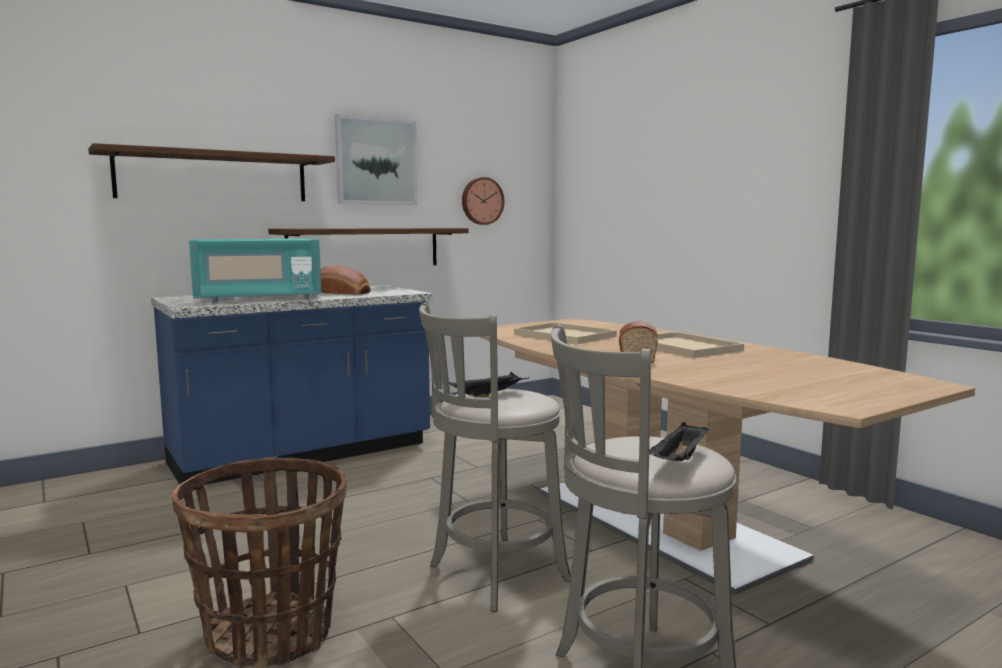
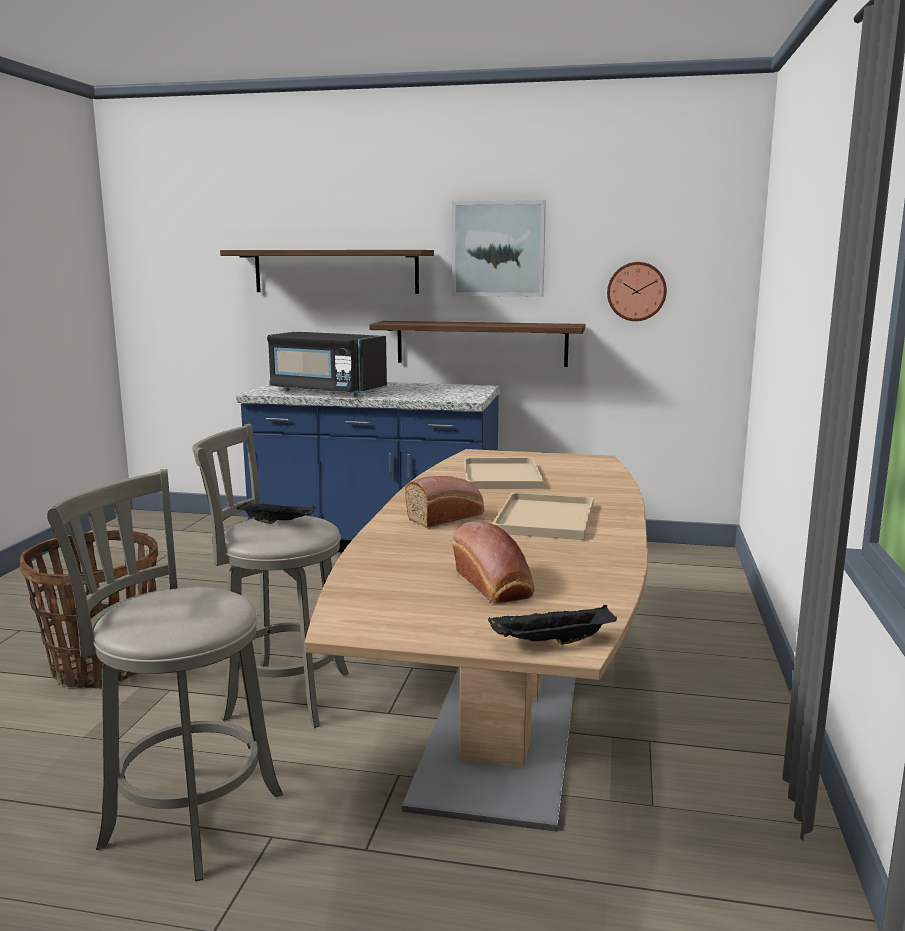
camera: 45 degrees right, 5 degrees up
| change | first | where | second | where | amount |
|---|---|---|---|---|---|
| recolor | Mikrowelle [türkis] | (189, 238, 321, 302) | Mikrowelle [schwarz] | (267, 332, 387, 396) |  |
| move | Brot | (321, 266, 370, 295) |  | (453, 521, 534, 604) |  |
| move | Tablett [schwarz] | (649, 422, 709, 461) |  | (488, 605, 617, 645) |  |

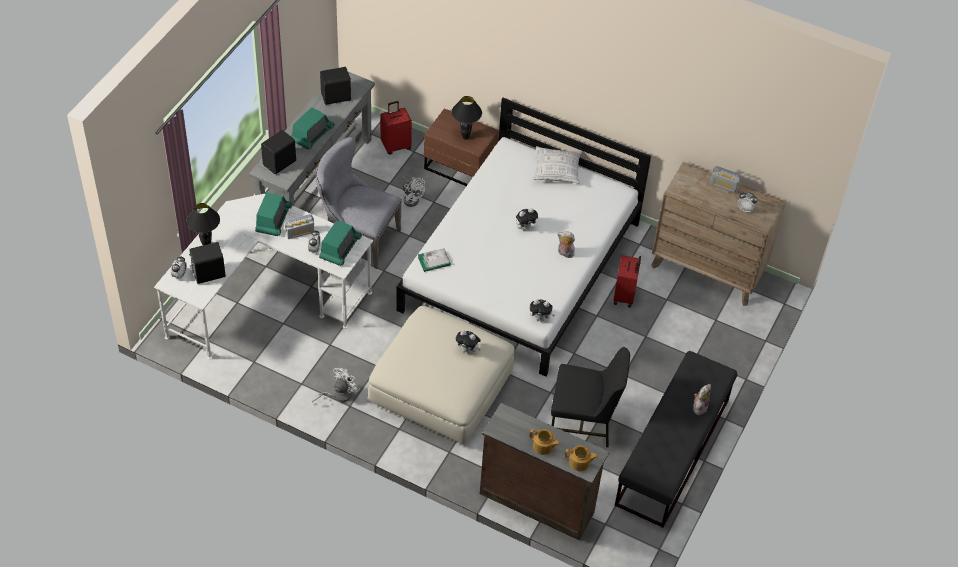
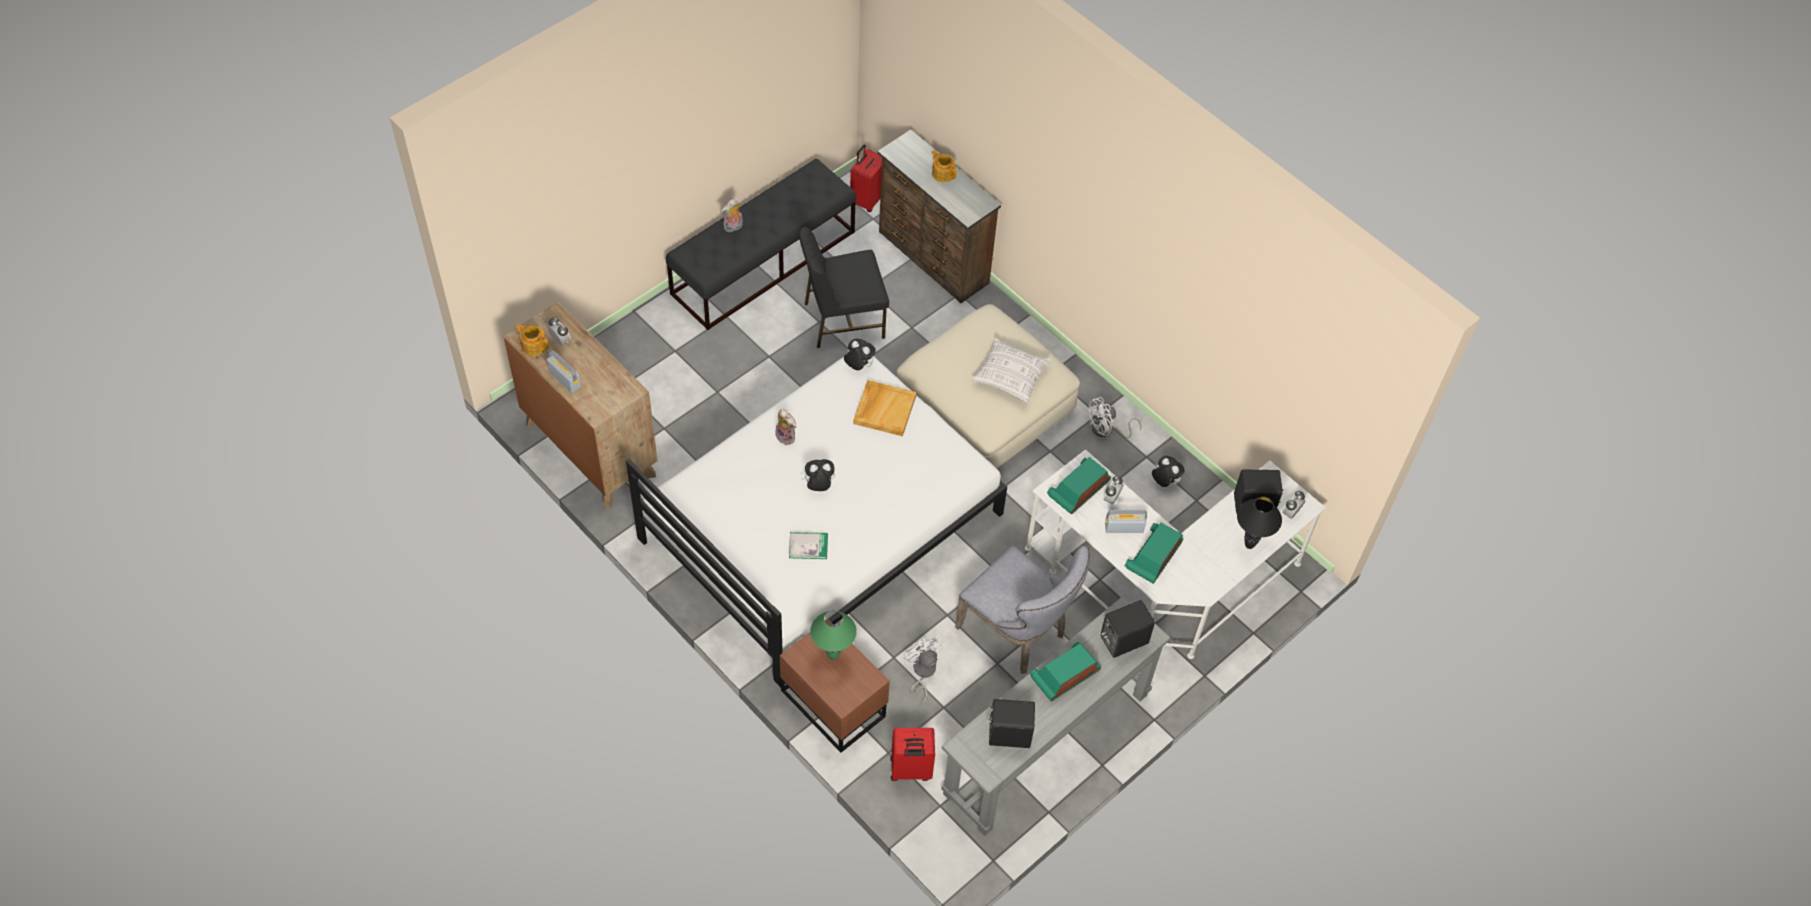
camera: 160 degrees left, 5 degrees up
| change | first | where | second | where | amount |
|---|---|---|---|---|---|
| move | Teekanne | (565, 446, 598, 471) |  | (515, 324, 549, 356) |  |
| move | Buch | (418, 248, 451, 272) |  | (789, 532, 828, 559) |  |
| rotate | Stuhl [schwarz] | (551, 347, 630, 447) |  | (799, 227, 889, 348) | 45 degrees counterclockwise |
| recolor | Tischlampe [schwarz] | (452, 96, 482, 140) | Tischlampe [grün] | (810, 610, 857, 660) |  |
| move | Koffer [rot] | (613, 255, 641, 308) |  | (850, 145, 882, 212) |  |
| insert |  |  | Tablett [beige] | (853, 380, 917, 436) |  |
| move | Kissen | (533, 146, 581, 184) |  | (972, 338, 1051, 404) |  |
| move | Plüschtier | (456, 330, 481, 353) |  | (1152, 456, 1185, 487) |  |

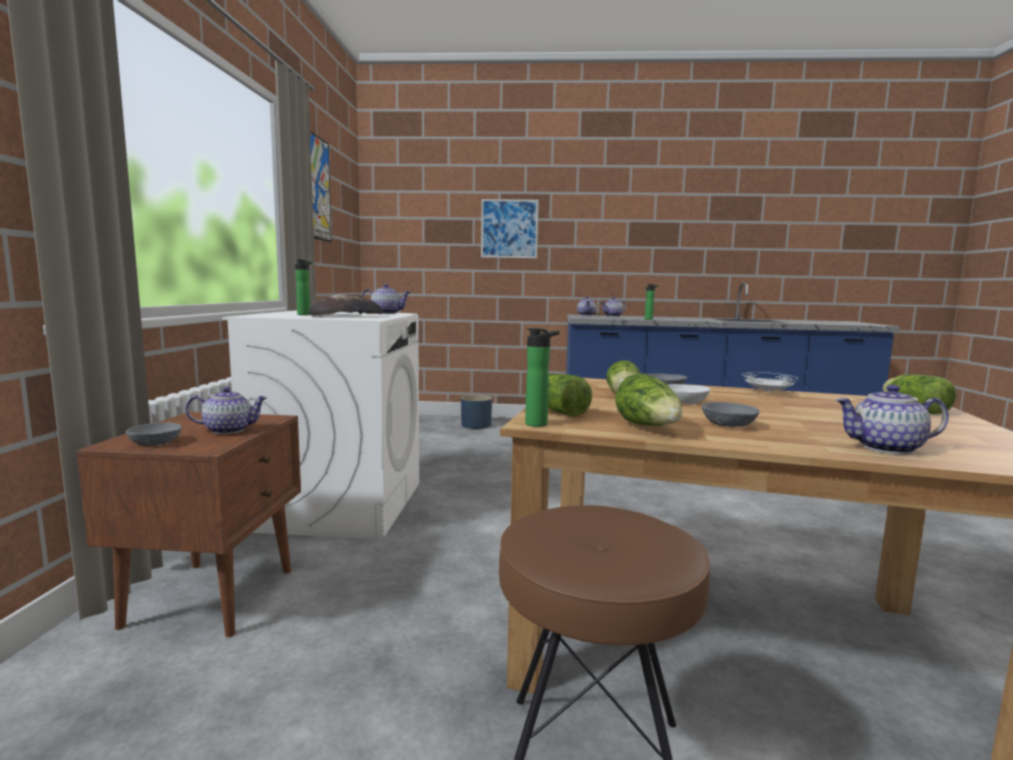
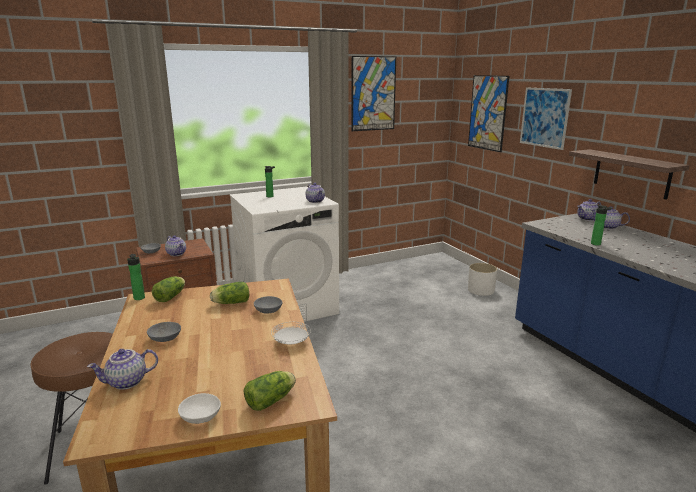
camera: 60 degrees right, 10 degrees up
| change | first | where | second | where | amount |
|---|---|---|---|---|---|
| rotate | Teekanne | (835, 385, 949, 454) |  | (87, 349, 158, 390) | 90 degrees counterclockwise |
| move | Schüssel [weiß] | (668, 384, 711, 404) |  | (178, 393, 221, 424) |  |
| insert |  |  | Bild | (468, 75, 509, 152) |  |
| recolor | Pflanzkübel [blau] | (461, 395, 492, 429) | Pflanzkübel [weiß] | (468, 263, 497, 296) |  |
| insert |  |  | Wandregal | (569, 149, 690, 200) |  |
| delete | Brot | (309, 294, 383, 316) |  |  |  |
| delete | Salatkopf | (615, 373, 682, 426) |  |  |  |

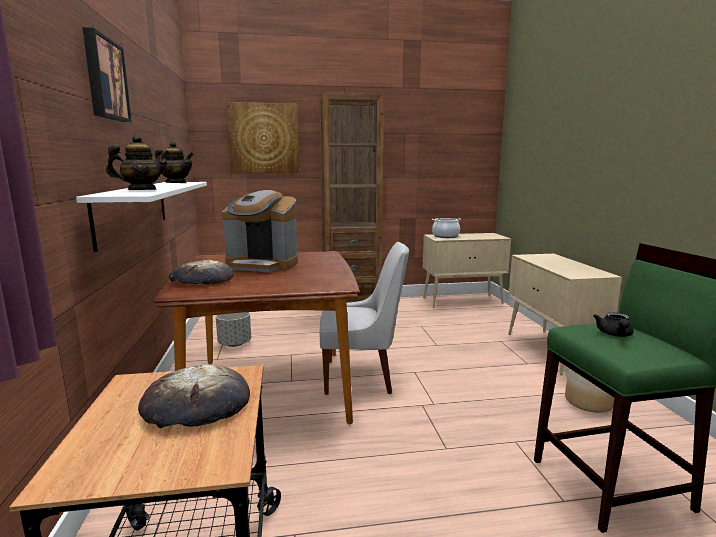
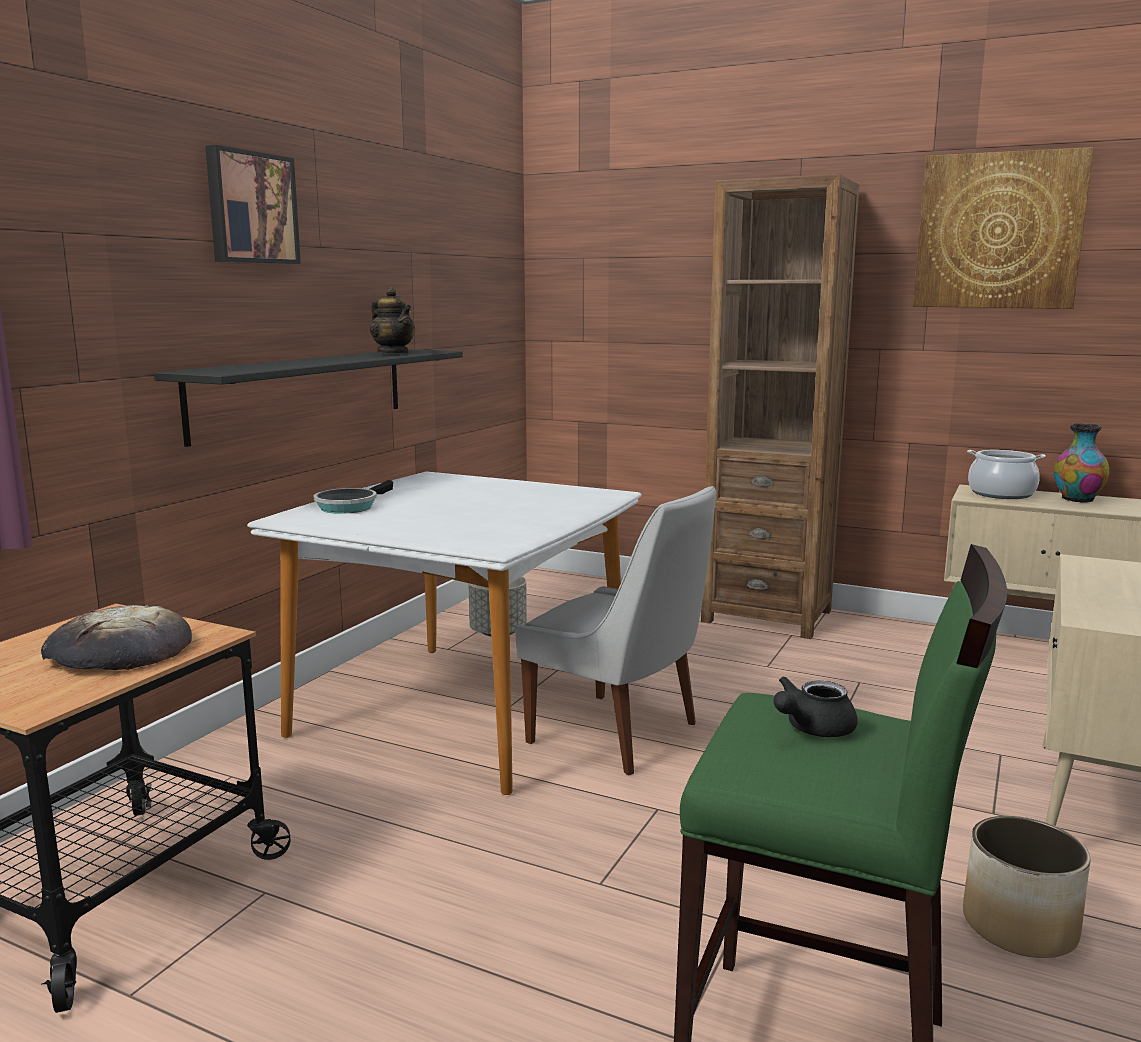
camera: 35 degrees right, 0 degrees up
| change | first | where | second | where | amount |
|---|---|---|---|---|---|
| recolor | Wandregal [weiß] | (76, 182, 207, 252) | Wandregal [schwarz] | (154, 349, 463, 447) |  |
| recolor | Esstisch [braun] | (153, 251, 360, 424) | Esstisch [weiß] | (247, 472, 642, 795) |  |
| replace | Brot | (169, 260, 234, 285) | Pfanne | (314, 480, 393, 514) |  |
| move | Bild | (227, 102, 299, 173) |  | (913, 147, 1094, 309) |  |
| insert |  |  | Vase | (1054, 423, 1110, 503) |  |
| delete | Teekanne | (106, 135, 170, 190) |  |  |  |
| delete | Kaffeemaschine | (222, 190, 298, 272) |  |  |  |

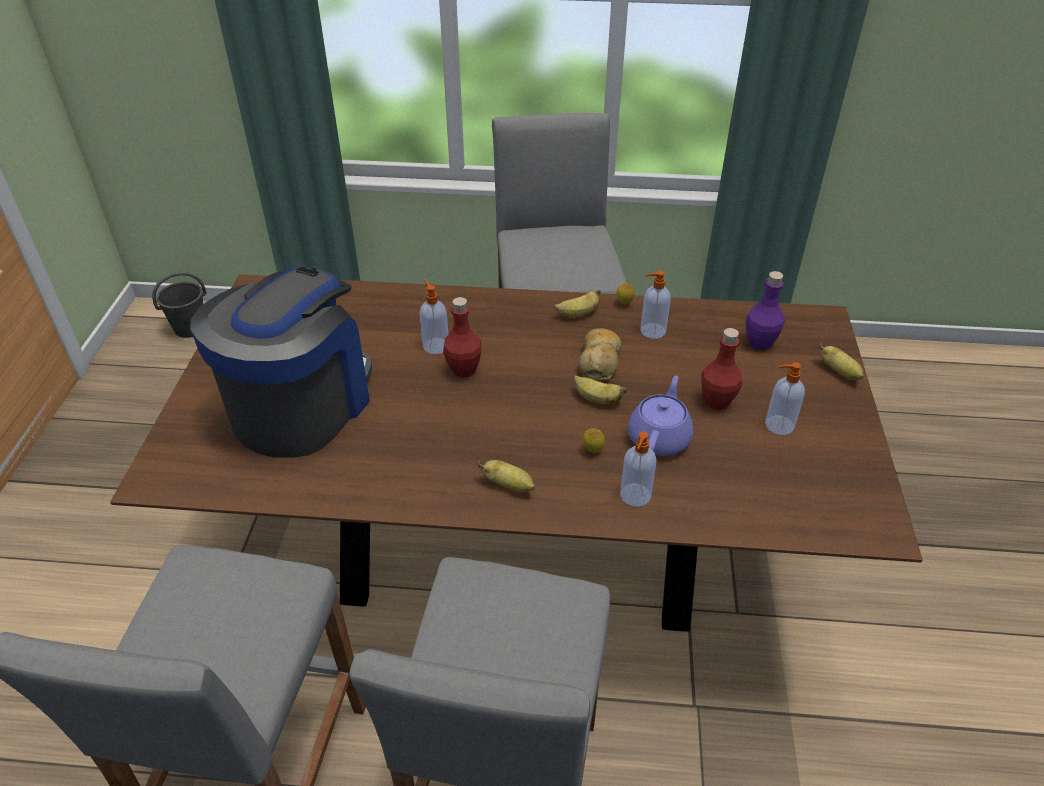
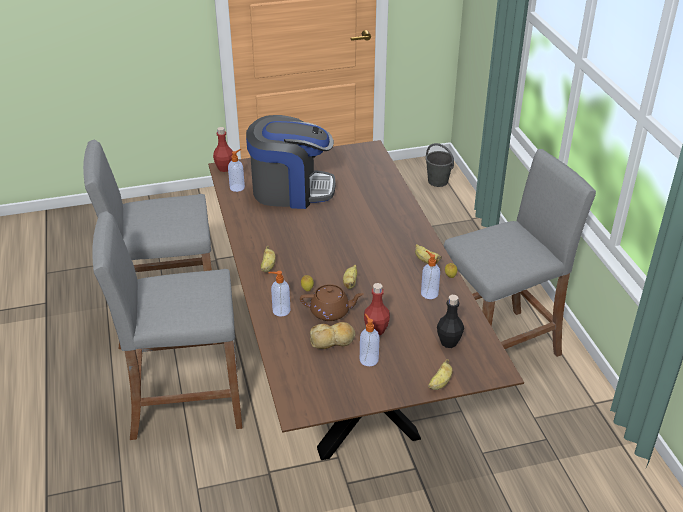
camera: 70 degrees right, 5 degrees down
| change | first | where | second | where | amount |
|---|---|---|---|---|---|
| move | Flasche [rot] | (443, 297, 482, 378) |  | (213, 127, 233, 172) |  |
| move | Seifenspender | (420, 279, 448, 354) |  | (228, 149, 245, 192) |  |
| recolor | Teekanne [lila] | (628, 376, 693, 456) | Teekanne [braun] | (300, 284, 364, 321) |  |
| move | Brot | (578, 328, 622, 381) |  | (310, 322, 355, 349) |  |
| recolor | Flasche [lila] | (746, 271, 785, 350) | Flasche [schwarz] | (437, 295, 464, 348) |  |

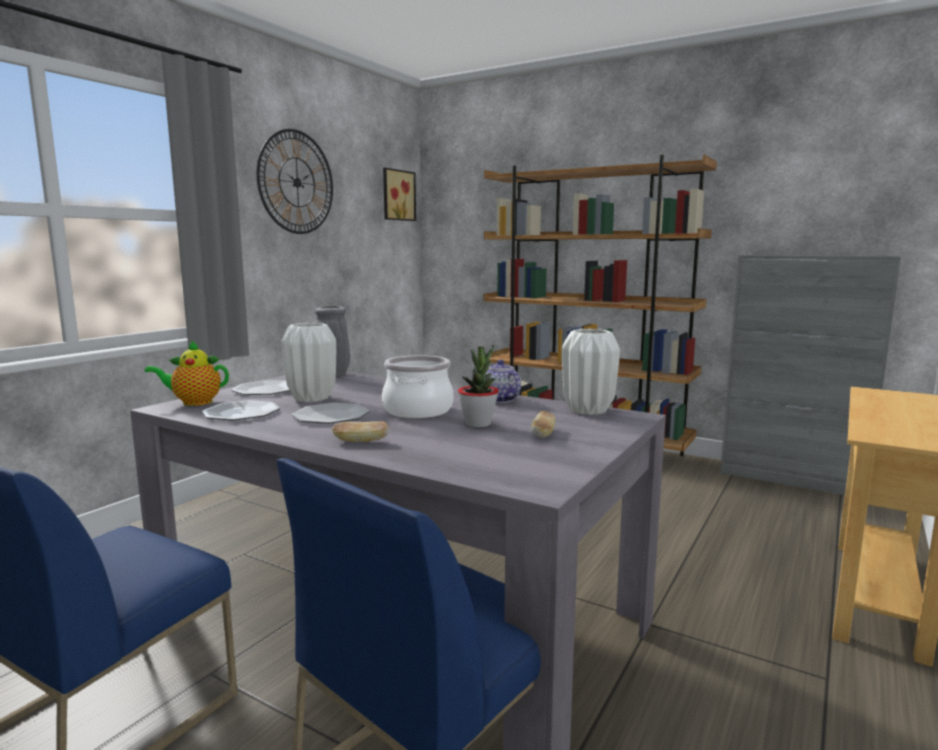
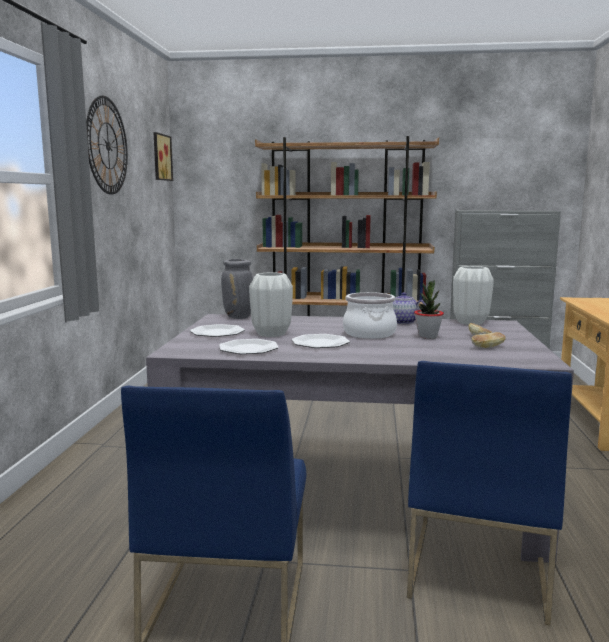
camera: 25 degrees left, 0 degrees up
| change | first | where | second | where | amount |
|---|---|---|---|---|---|
| move | Brot | (332, 421, 390, 442) |  | (471, 332, 506, 348) |  |
| delete | Teekanne | (145, 340, 229, 406) |  |  |  |

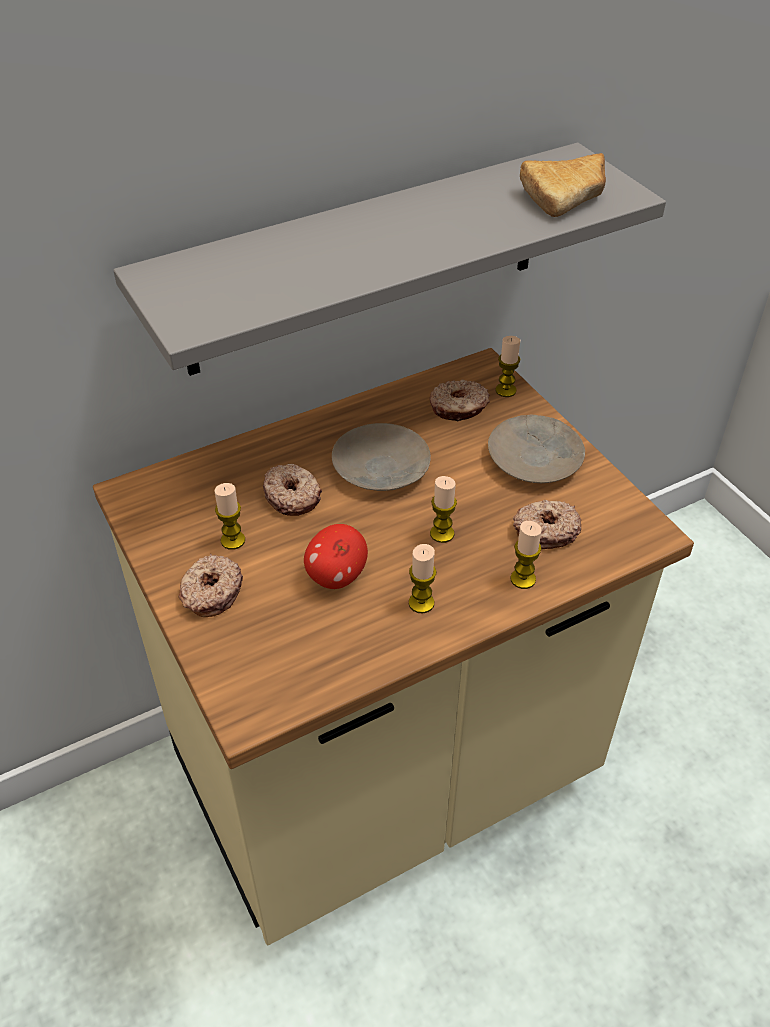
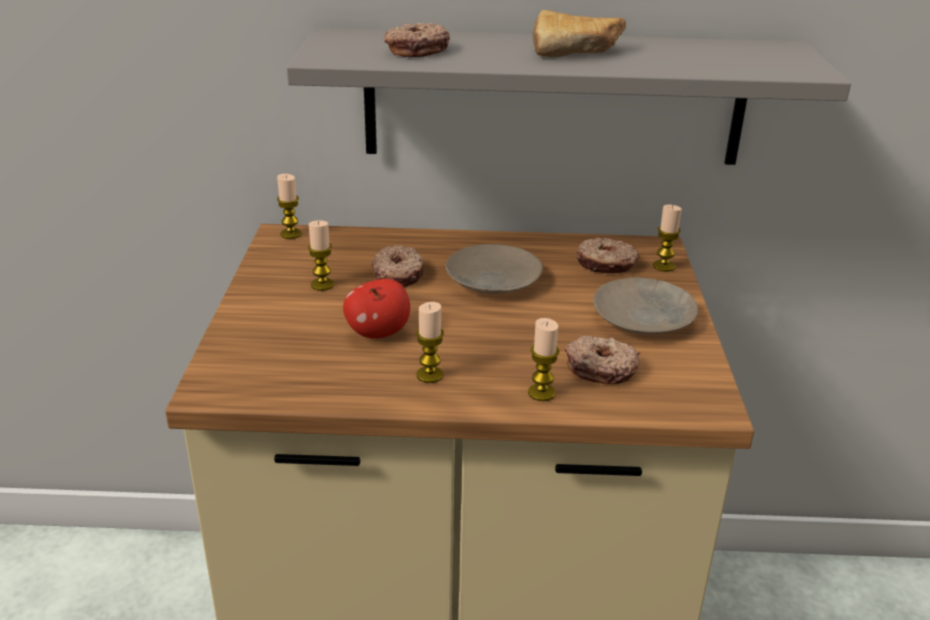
camera: 30 degrees right, 15 degrees down
| change | first | where | second | where | amount |
|---|---|---|---|---|---|
| move | Kerze | (430, 476, 457, 543) |  | (277, 174, 302, 239) |  |
| move | Donut | (179, 554, 243, 617) |  | (384, 23, 450, 58) |  |
| move | Brot | (520, 153, 606, 217) |  | (532, 10, 626, 57) |  |

